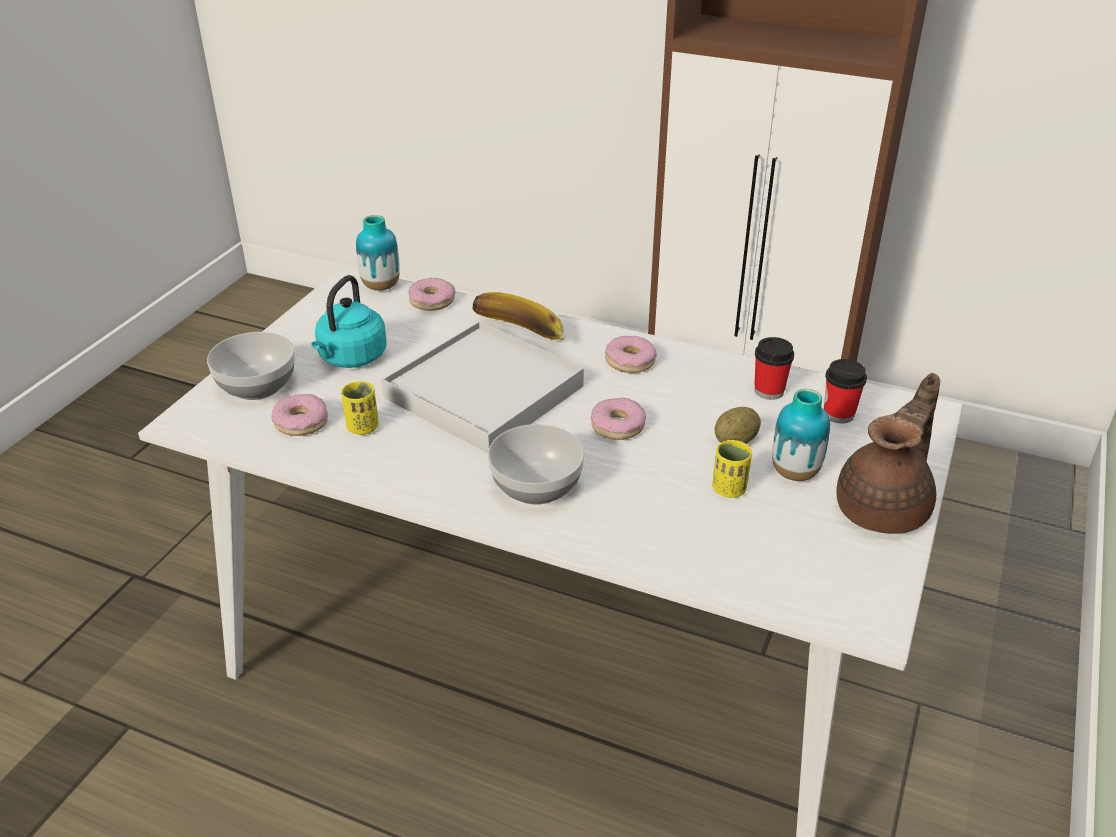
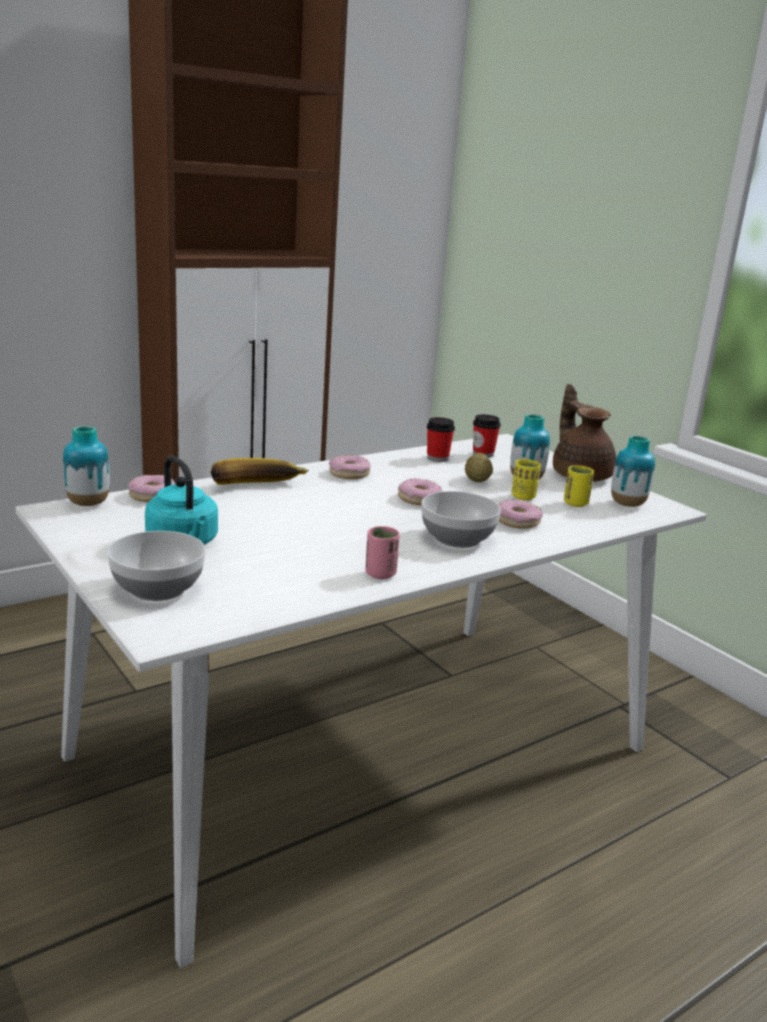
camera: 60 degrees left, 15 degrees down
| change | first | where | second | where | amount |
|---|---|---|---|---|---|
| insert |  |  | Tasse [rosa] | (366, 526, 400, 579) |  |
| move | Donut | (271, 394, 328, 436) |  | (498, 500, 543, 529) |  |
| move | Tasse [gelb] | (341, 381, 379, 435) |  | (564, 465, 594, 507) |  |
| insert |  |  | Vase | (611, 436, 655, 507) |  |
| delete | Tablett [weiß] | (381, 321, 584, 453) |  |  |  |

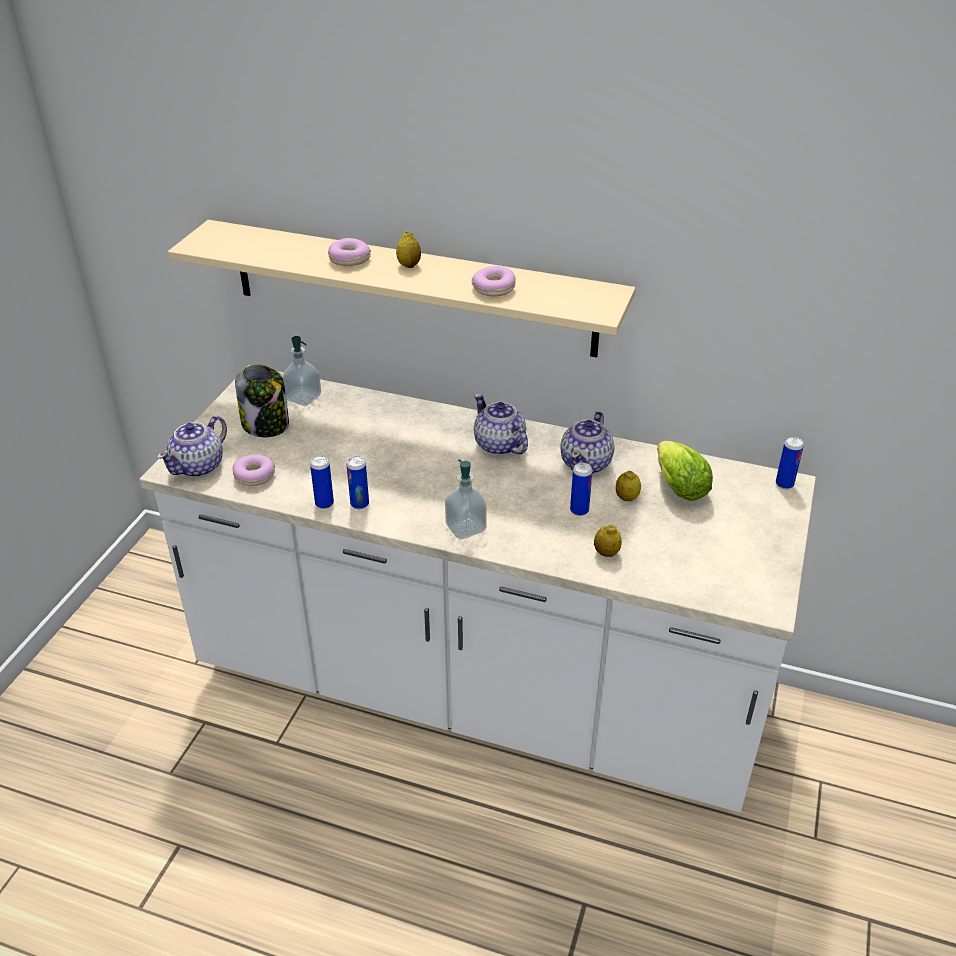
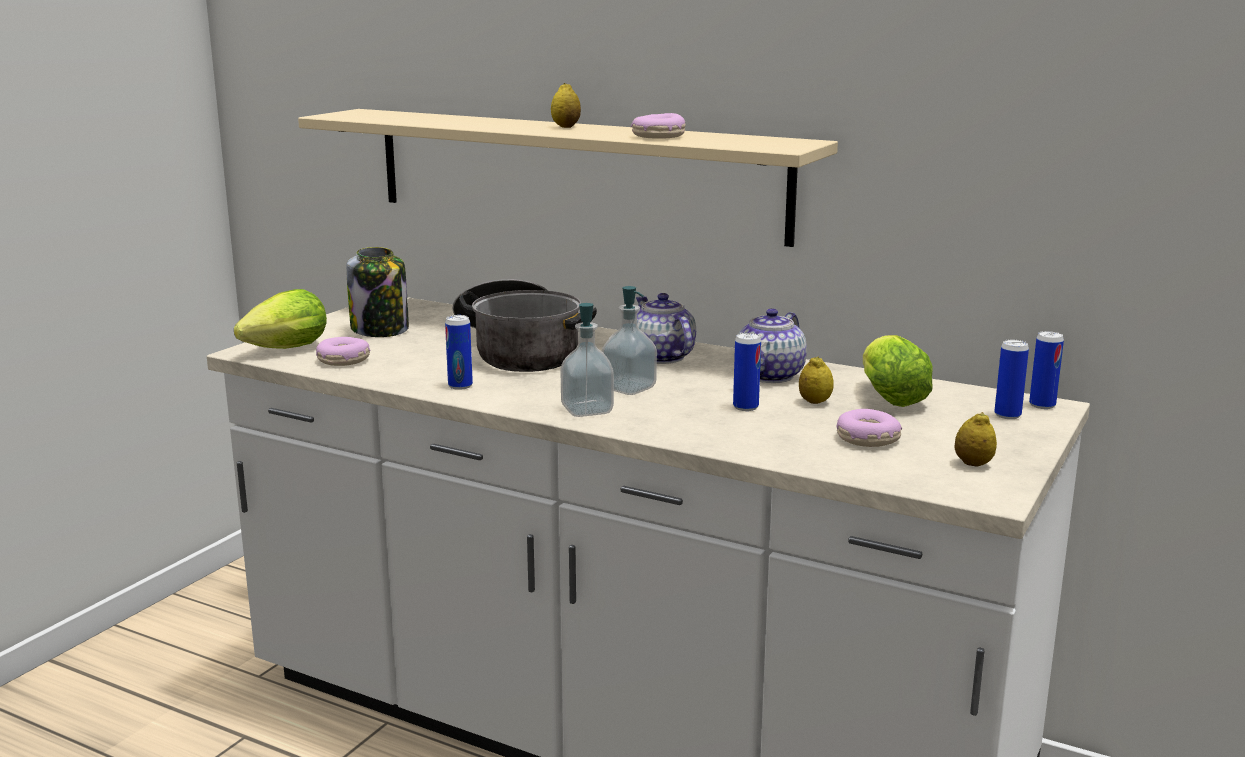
camera: 10 degrees right, 20 degrees down
| change | first | where | second | where | amount |
|---|---|---|---|---|---|
| replace | Teekanne | (157, 416, 227, 477) | Salatkopf | (234, 289, 327, 349) |  |
| insert |  |  | Kochtopf | (453, 279, 597, 372) |  |
| move | Seifenspender | (282, 336, 321, 406) |  | (602, 286, 657, 395) |  |
| move | Donut | (328, 238, 371, 266) |  | (837, 409, 902, 447) |  |
| move | Zitrone | (594, 525, 622, 557) |  | (955, 412, 997, 466) |  |
| move | Dose | (310, 456, 334, 509) |  | (994, 339, 1029, 419) |  |

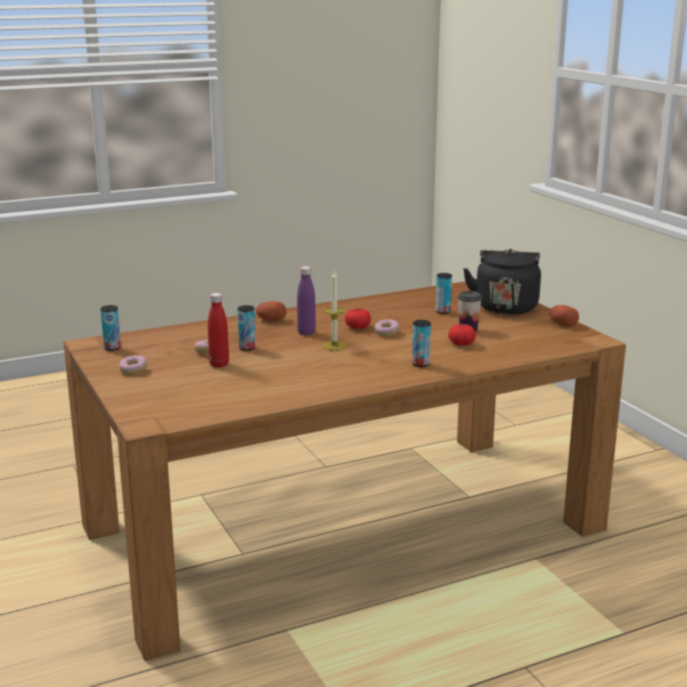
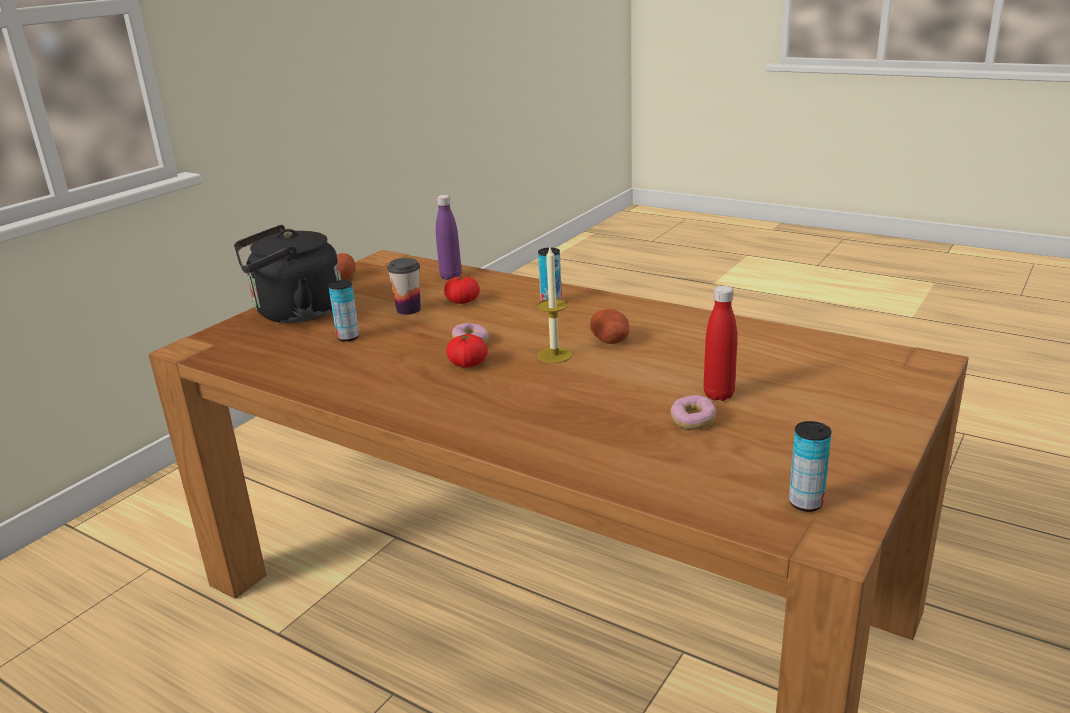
camera: 120 degrees left, 5 degrees up
| change | first | where | second | where | amount |
|---|---|---|---|---|---|
| move | Flasche [lila] | (297, 266, 316, 335) |  | (436, 195, 462, 280) |  |
| move | Kartoffel | (256, 301, 287, 321) |  | (590, 309, 629, 344) |  |
| delete | Donut | (119, 355, 147, 375) |  |  |  |
| delete | Dose | (237, 305, 256, 351) |  |  |  |

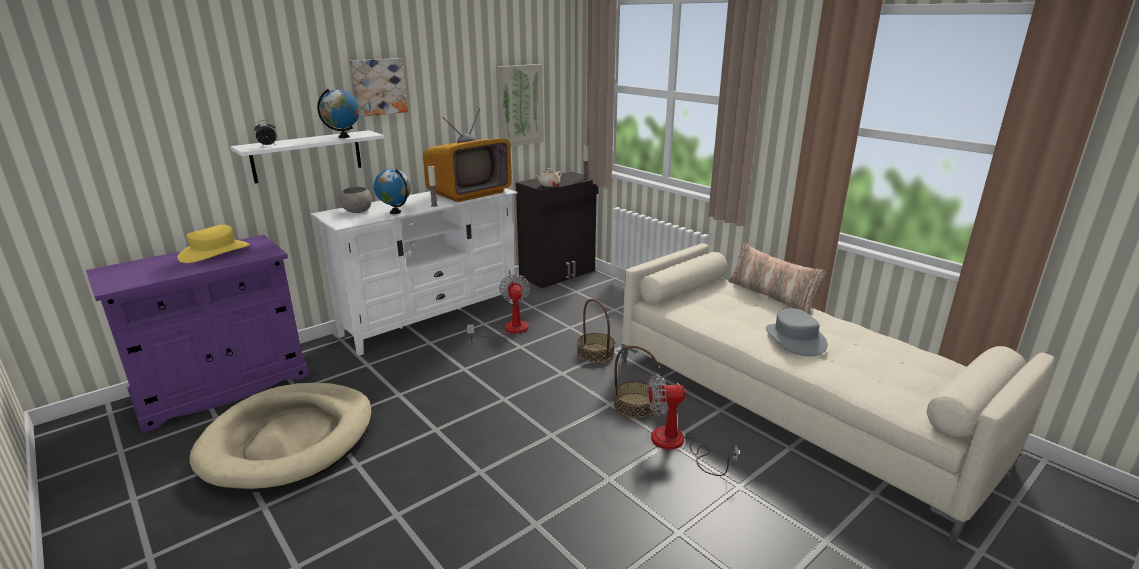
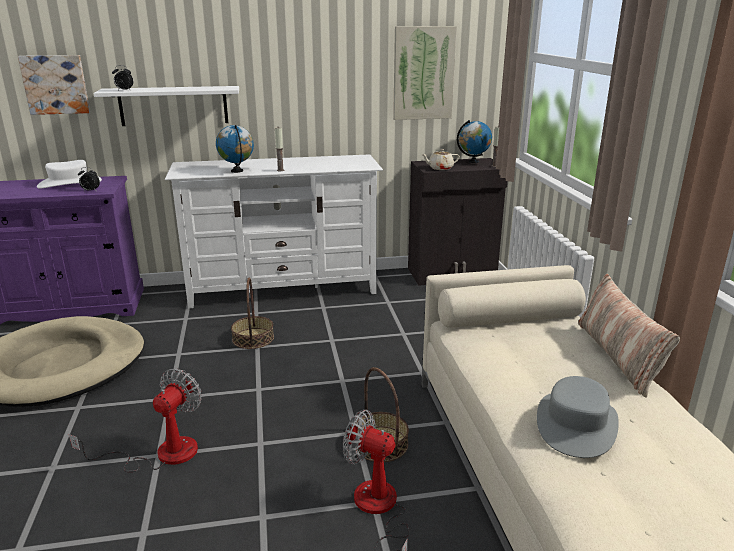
camera: 30 degrees right, 0 degrees up
| change | first | where | second | where | amount |
|---|---|---|---|---|---|
| move | Bild | (350, 58, 408, 117) |  | (18, 55, 90, 115) |  |
| recolor | Hut [gelb] | (178, 225, 250, 263) | Hut [weiß] | (37, 160, 102, 188) |  |
| move | Ventilator | (467, 274, 530, 343) |  | (69, 368, 202, 472) |  |
| insert |  |  | Wecker | (78, 167, 100, 191) |  |
| move | Korb | (577, 299, 615, 363) |  | (231, 278, 274, 349) |  |
| move | Globus | (317, 89, 360, 138) |  | (457, 120, 492, 163) |  |
| delete | Schüssel [grau] | (340, 187, 372, 213) |  |  |  |
| delete | Fernseher | (423, 108, 512, 202) |  |  |  |

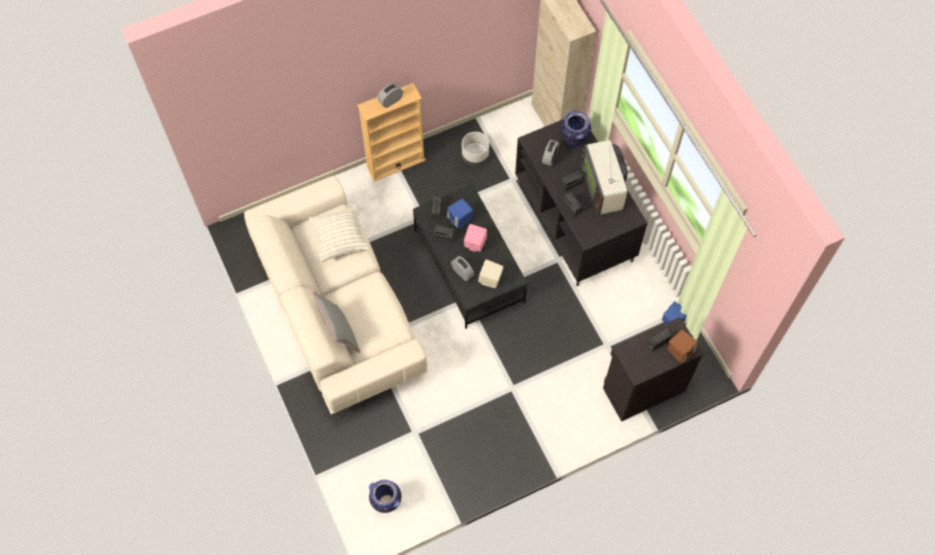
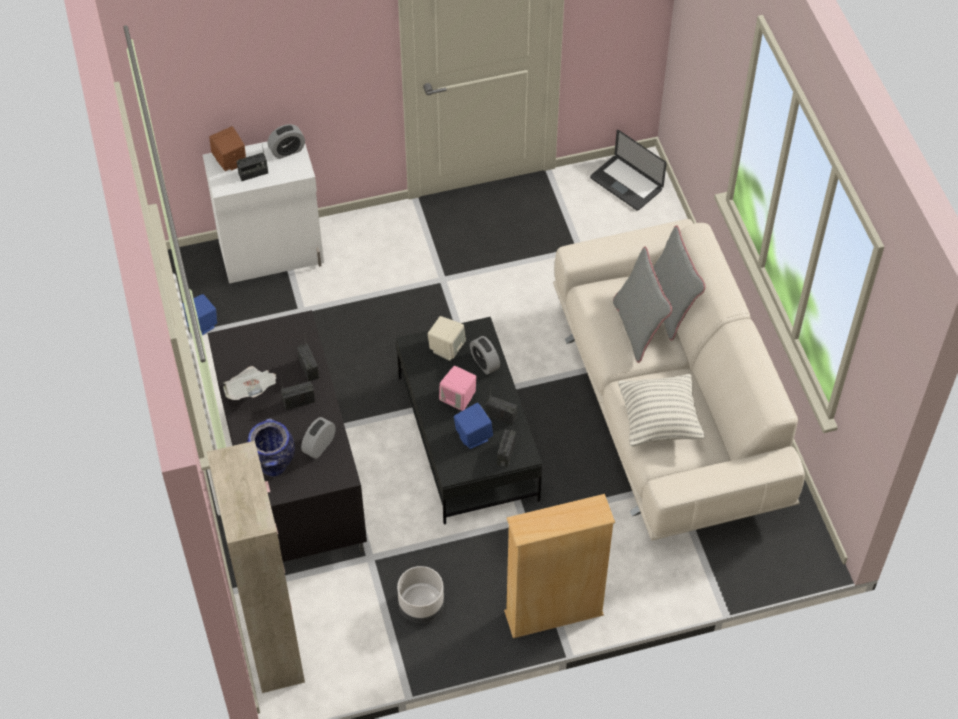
camera: 170 degrees left, 10 degrees down
| change | first | where | second | where | amount |
|---|---|---|---|---|---|
| recolor | Schrank [schwarz] | (603, 317, 703, 422) | Schrank [weiß] | (203, 141, 324, 284) |  |
| replace | Fernseher | (582, 140, 628, 215) | Zeitung | (223, 366, 277, 400) |  |
| move | Wecker | (378, 83, 403, 108) |  | (267, 124, 305, 159) |  |
| replace | Vase | (369, 480, 401, 513) | Laptop | (590, 130, 667, 211) |  |
| insert |  |  | Kissen [grau] | (613, 247, 672, 363) |  |

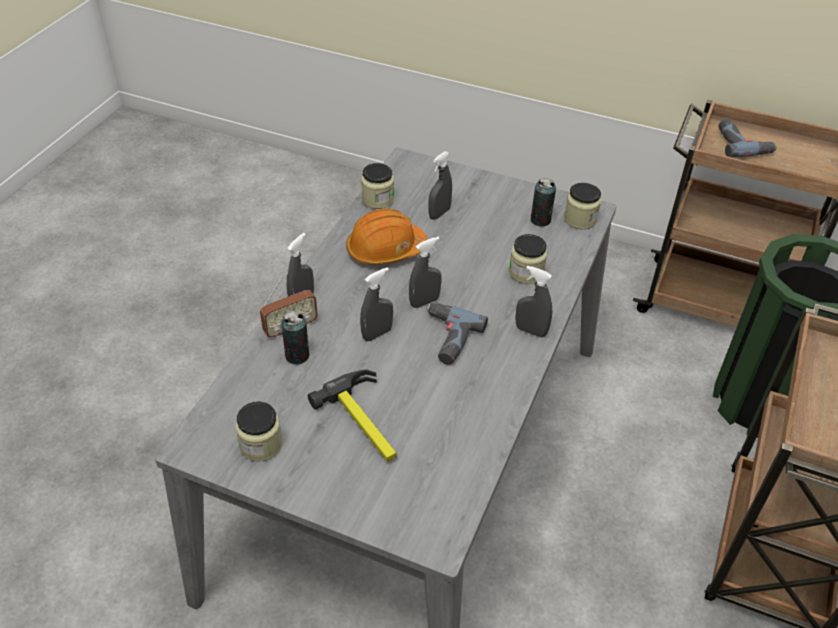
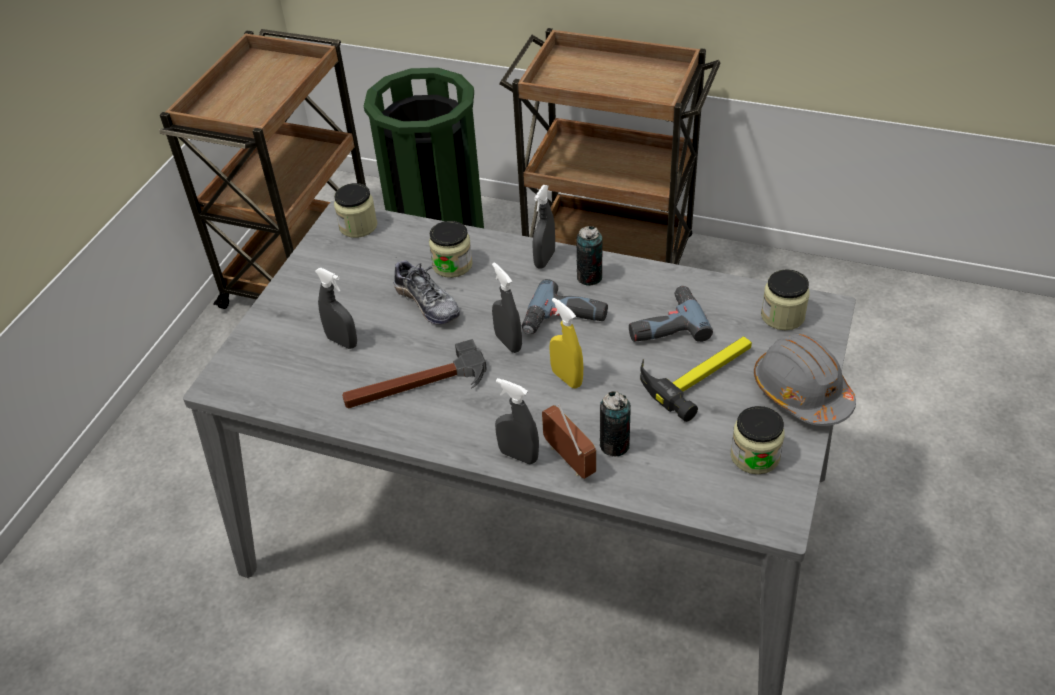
camera: 90 degrees left, 0 degrees up
| change | first | where | second | where | amount |
|---|---|---|---|---|---|
| replace | Schutzhelm [orange] | (346, 209, 428, 265) | Hammer | (342, 339, 487, 409) |  |
| insert |  |  | Schuh | (394, 258, 460, 324) |  |
| recolor | Sprühflasche [grau] | (360, 267, 393, 341) | Sprühflasche [gelb] | (549, 298, 583, 388) |  |
| move | Dose | (531, 178, 556, 226) |  | (576, 226, 603, 286) |  |
| move | Bohrmaschine | (719, 118, 777, 158) |  | (629, 286, 713, 342) |  |
| insert |  |  | Schutzhelm [grau] | (754, 334, 856, 426) |  |
| move | Vorratsglas | (361, 163, 394, 209) |  | (761, 269, 810, 330) |  |

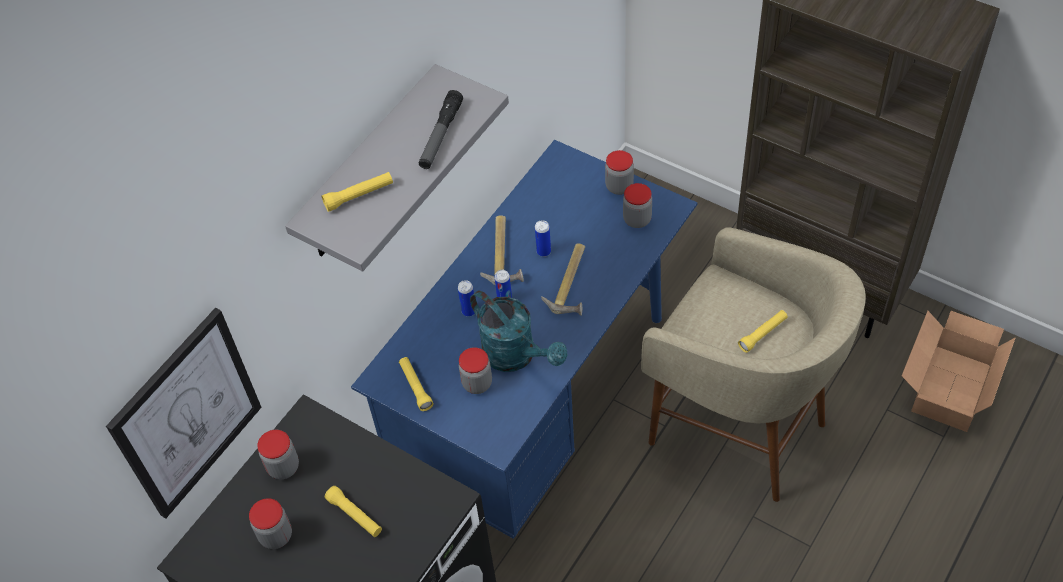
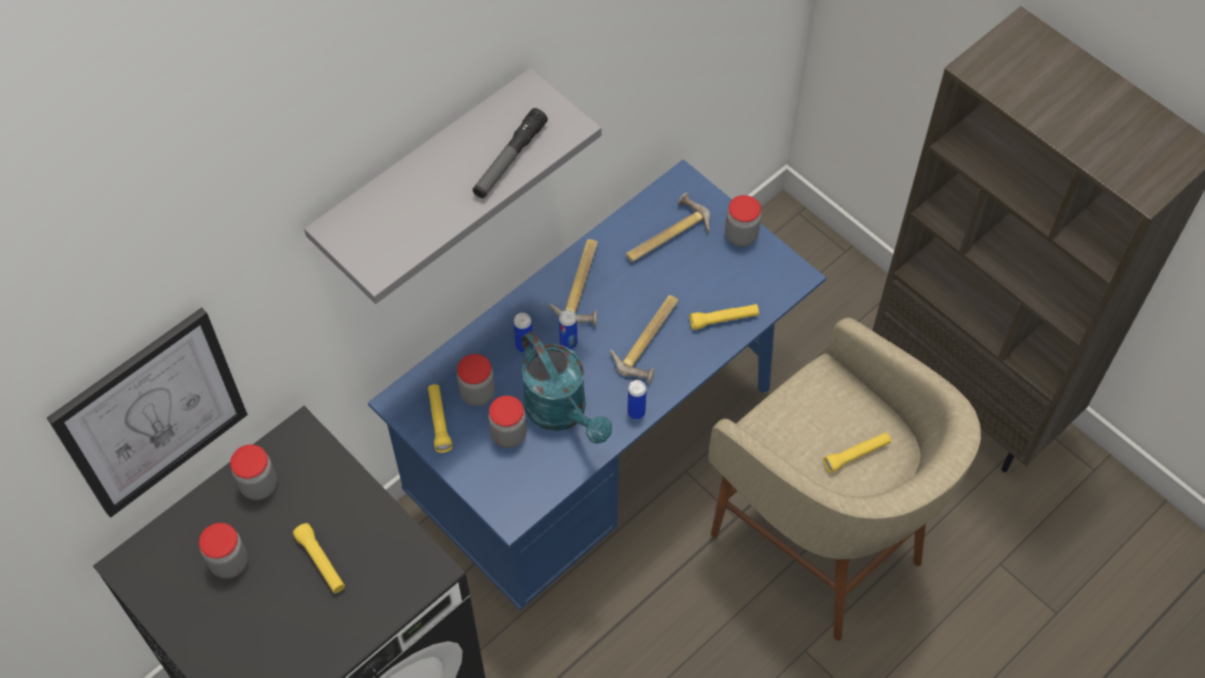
camera: 10 degrees right, 5 degrees up
| change | first | where | second | where | amount |
|---|---|---|---|---|---|
| move | Vorratsglas | (623, 183, 652, 228) |  | (457, 354, 495, 406) |  |
| insert |  |  | Hammer | (626, 193, 710, 262) |  |
| move | Dose | (535, 220, 551, 257) |  | (627, 380, 647, 419) |  |
| move | Taschenlampe [gelb] | (322, 172, 393, 212) |  | (690, 304, 759, 330) |  |
| delete | Karton | (902, 311, 1016, 432) |  |  |  |

